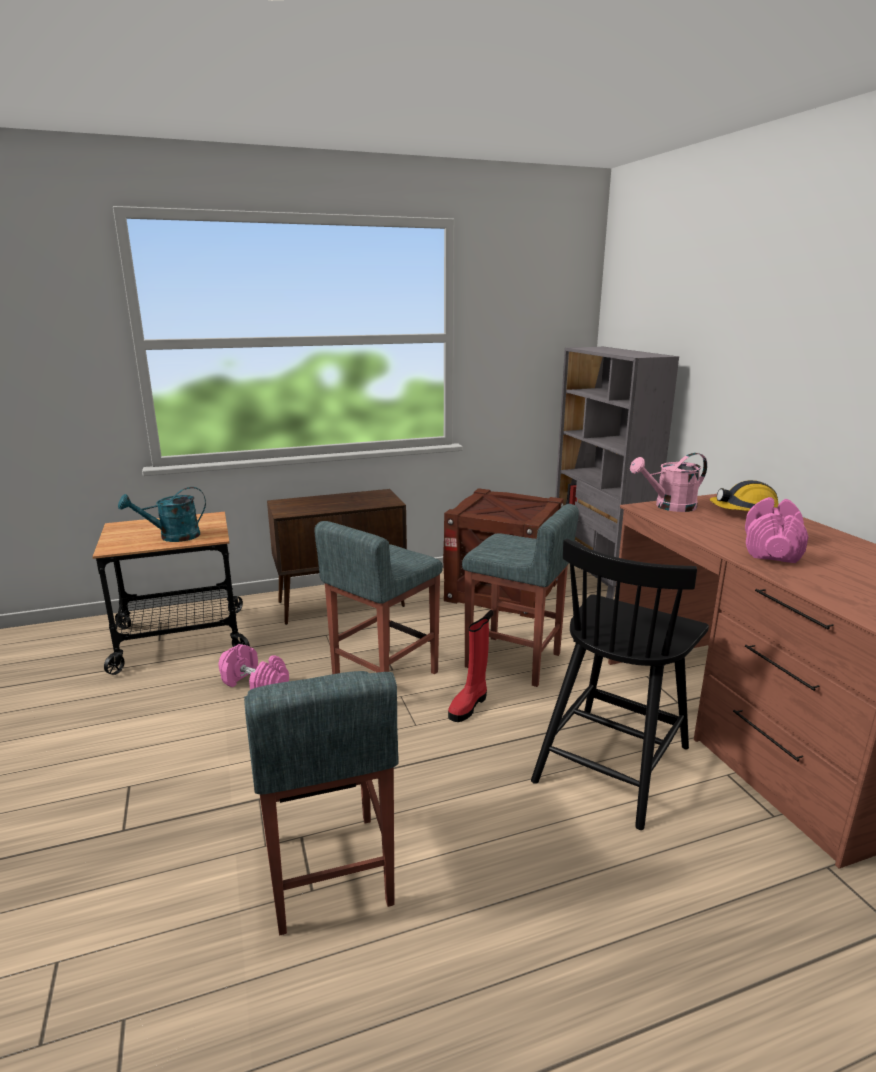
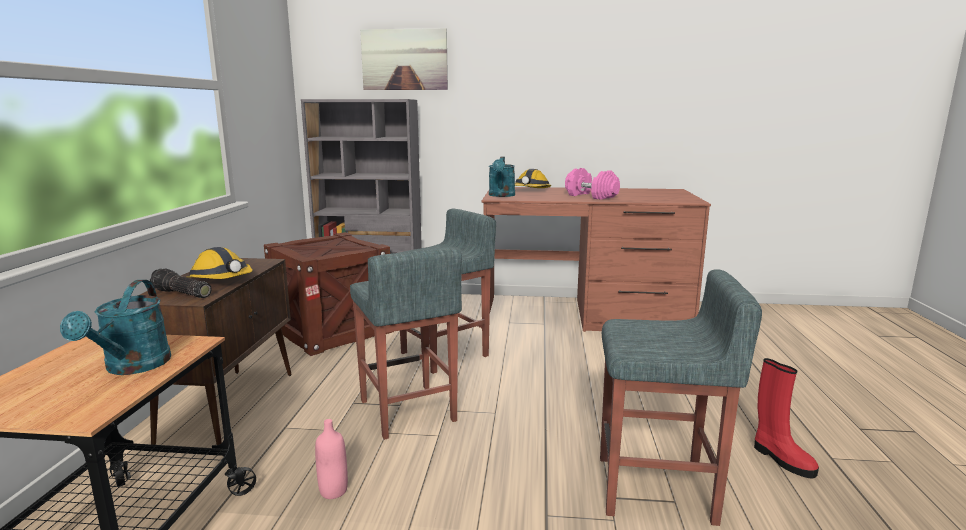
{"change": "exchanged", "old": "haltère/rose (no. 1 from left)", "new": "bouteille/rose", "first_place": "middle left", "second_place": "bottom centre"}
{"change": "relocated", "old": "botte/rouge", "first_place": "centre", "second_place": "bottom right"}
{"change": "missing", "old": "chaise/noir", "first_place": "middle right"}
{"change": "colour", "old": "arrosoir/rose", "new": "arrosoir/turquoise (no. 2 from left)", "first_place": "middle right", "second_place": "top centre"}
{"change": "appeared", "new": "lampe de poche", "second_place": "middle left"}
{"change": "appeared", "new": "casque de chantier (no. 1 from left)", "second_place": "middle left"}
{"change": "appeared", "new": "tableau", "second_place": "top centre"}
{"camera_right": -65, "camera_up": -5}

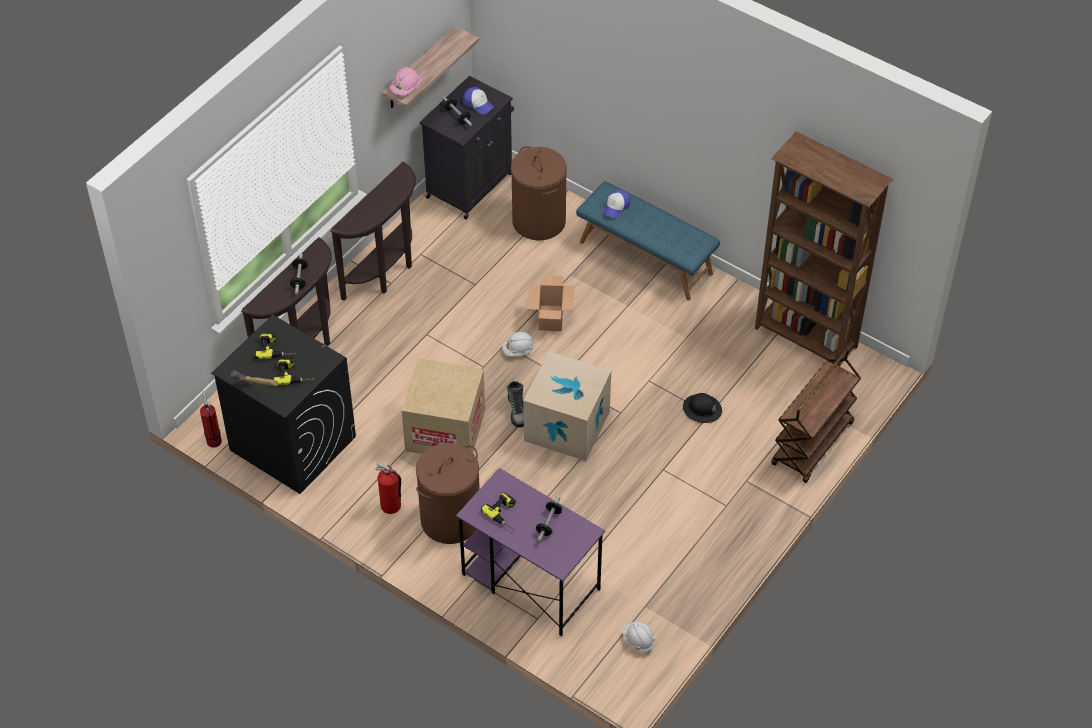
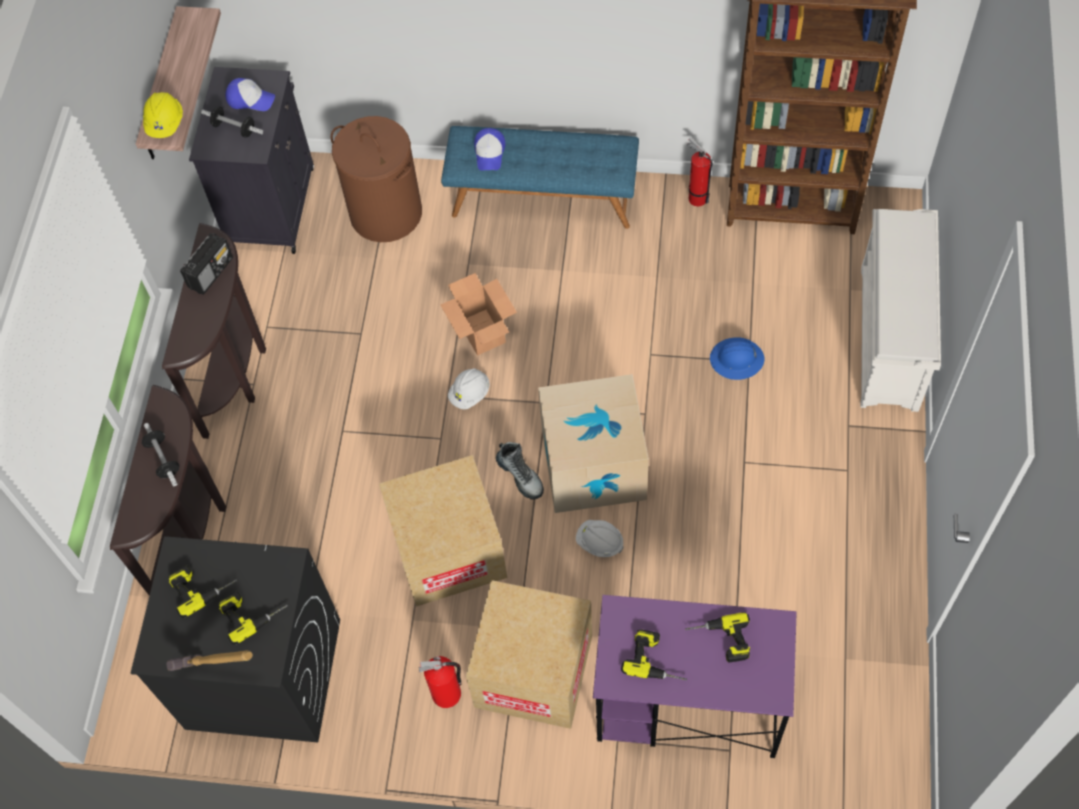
{"change": "relocated", "old": "extincteur (no. 1 from left in the first image)", "new": "extincteur (no. 2 from left)", "first_place": "middle left", "second_place": "top centre"}
{"change": "colour", "old": "casque de chantier/rose", "new": "casque de chantier/jaune", "first_place": "top centre", "second_place": "top left"}
{"change": "exchanged", "old": "panier à linge/marron (no. 1 from left)", "new": "carton (no. 3 from left)", "first_place": "bottom centre", "second_place": "bottom centre"}
{"change": "exchanged", "old": "haltère (no. 3 from left)", "new": "perceuse (no. 4 from left)", "first_place": "bottom centre", "second_place": "bottom centre"}
{"change": "relocated", "old": "casque de chantier/blanc (no. 2 from left)", "first_place": "bottom centre", "second_place": "centre"}
{"change": "colour", "old": "casque de chantier/noir", "new": "casque de chantier/bleu", "first_place": "centre", "second_place": "middle right"}
{"change": "exchanged", "old": "chariot/marron", "new": "étagère à chaussures/blanc", "first_place": "middle right", "second_place": "middle right"}
{"change": "appeared", "new": "radio", "second_place": "top left"}
{"camera_right": -25, "camera_up": 10}

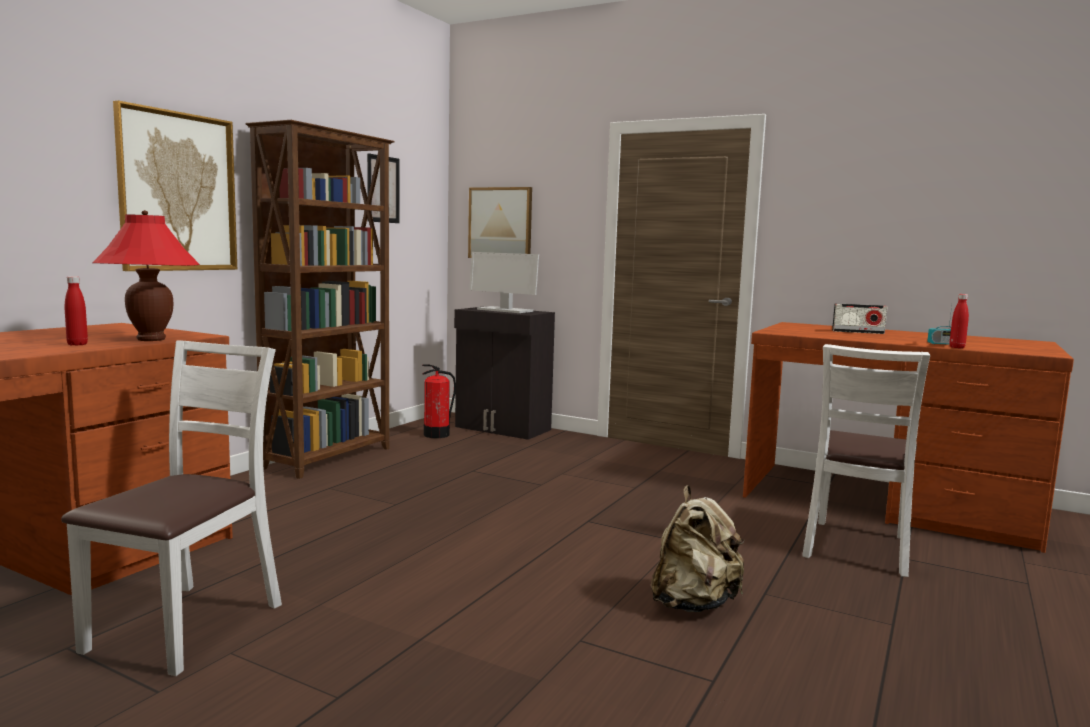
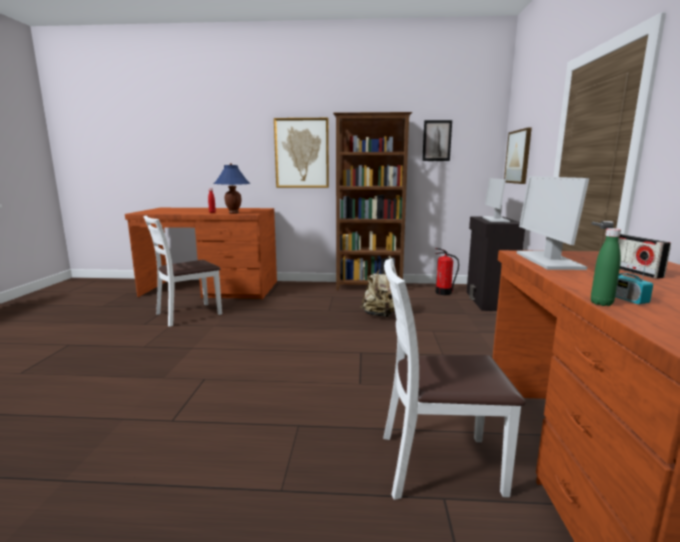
{"change": "spun", "old": "chaise/blanc (no. 1 from left)", "first_place": "bottom left", "second_place": "middle left", "degrees": 150}
{"change": "colour", "old": "lampe de table/rouge", "new": "lampe de table/bleu", "first_place": "middle left", "second_place": "centre"}
{"change": "relocated", "old": "sac à dos/beige", "first_place": "bottom centre", "second_place": "centre"}
{"change": "colour", "old": "bouteille/rouge (no. 2 from left)", "new": "bouteille/vert", "first_place": "middle right", "second_place": "middle right"}
{"change": "appeared", "new": "écran d'ordinateur (no. 2 from left)", "second_place": "middle right"}
{"camera_right": 65, "camera_up": 5}

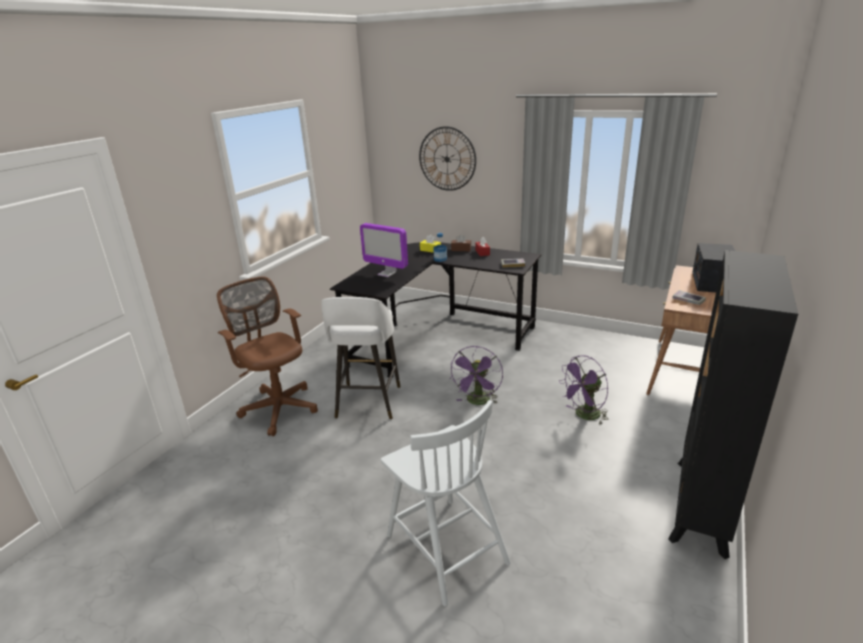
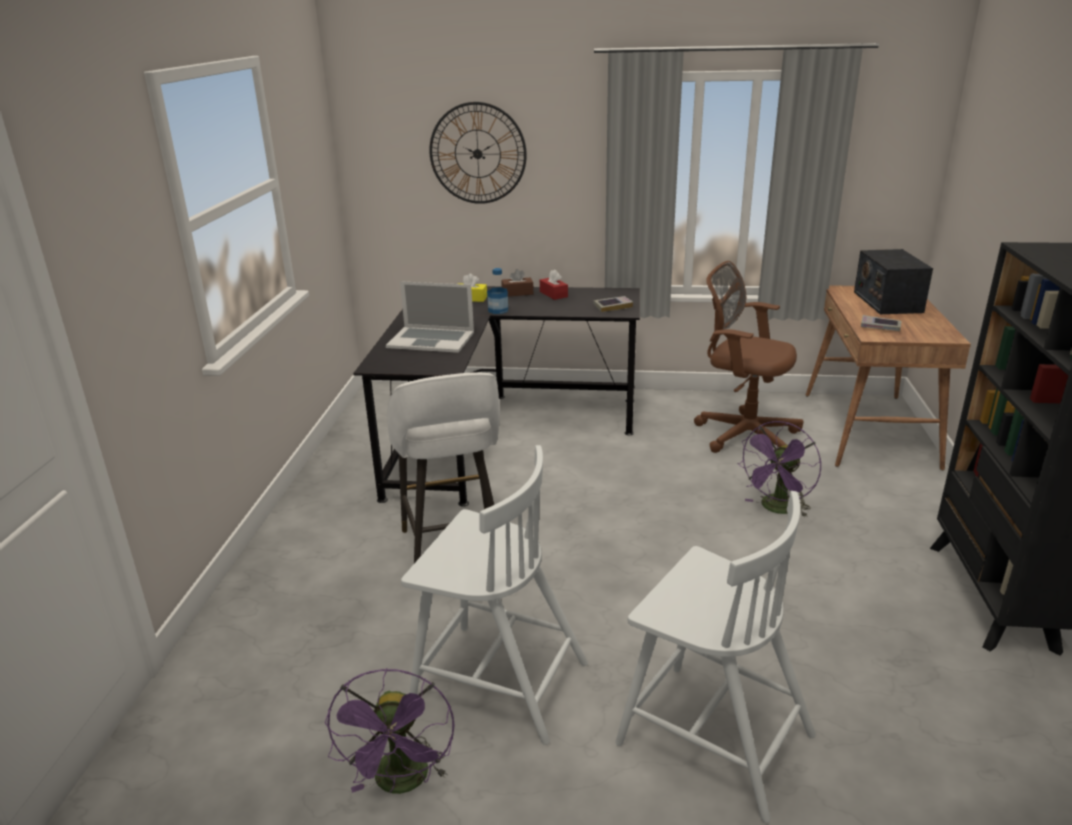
{"change": "relocated", "old": "chaise de bureau/marron", "first_place": "middle left", "second_place": "middle right"}
{"change": "exchanged", "old": "écran d'ordinateur", "new": "ordinateur portable", "first_place": "centre", "second_place": "centre"}
{"change": "relocated", "old": "ventilateur/violet (no. 1 from left)", "first_place": "centre", "second_place": "bottom centre"}
{"change": "appeared", "new": "chaise/blanc (no. 1 from left)", "second_place": "bottom centre"}
{"camera_right": -20, "camera_up": 0}

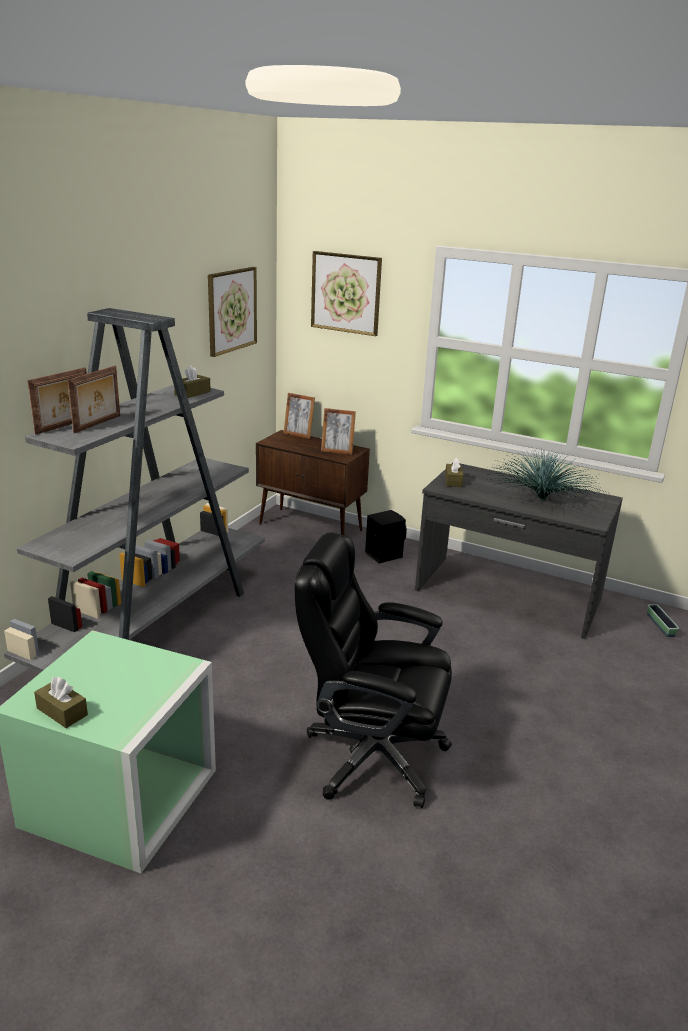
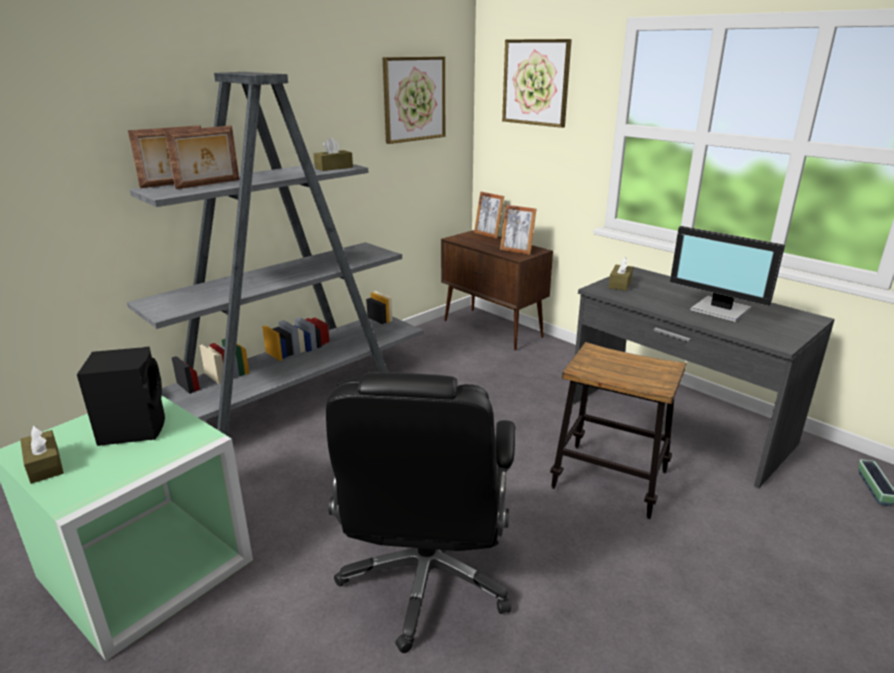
{"change": "spun", "old": "chaise de bureau/noir", "first_place": "centre", "second_place": "bottom centre", "degrees": -120}
{"change": "relocated", "old": "enceinte/noir", "first_place": "centre", "second_place": "middle left"}
{"change": "exchanged", "old": "plante en pot", "new": "écran d'ordinateur", "first_place": "middle right", "second_place": "middle right"}
{"change": "appeared", "new": "tabouret", "second_place": "middle right"}
{"camera_right": 20, "camera_up": 0}

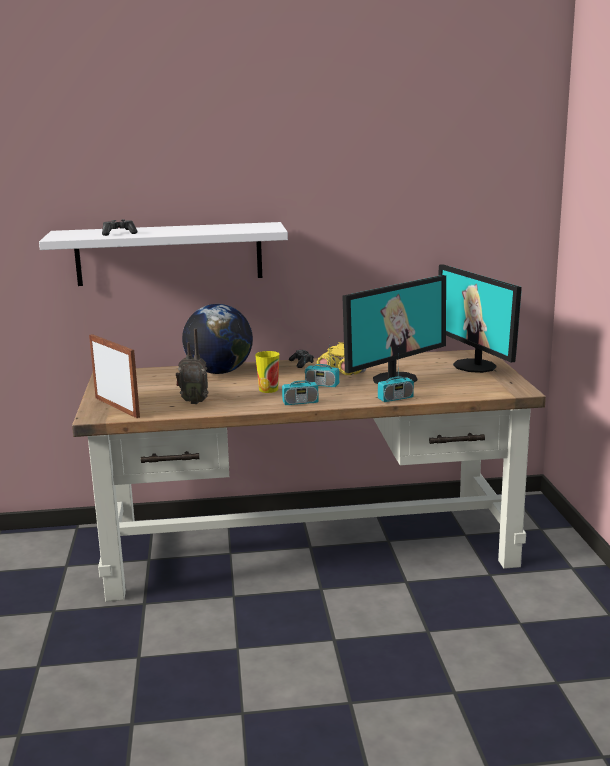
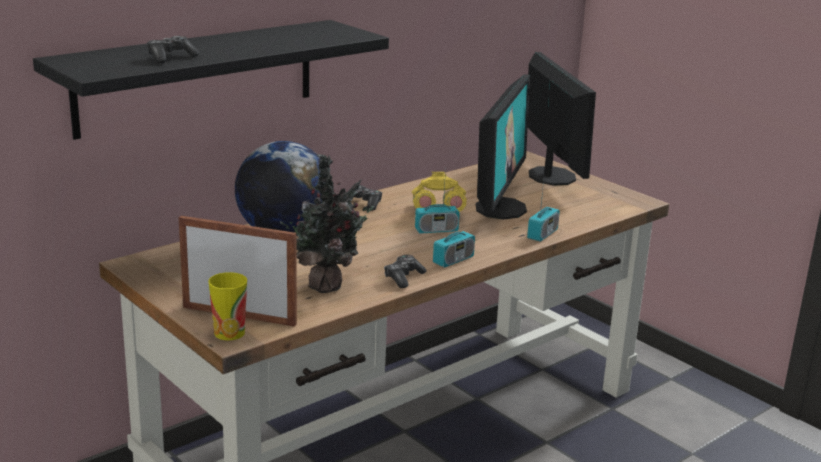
{"change": "colour", "old": "étagère/blanc", "new": "étagère/noir", "first_place": "top left", "second_place": "top left"}
{"change": "exchanged", "old": "radio (no. 1 from left)", "new": "plante en pot", "first_place": "middle left", "second_place": "centre"}
{"change": "relocated", "old": "tasse", "first_place": "centre", "second_place": "middle left"}
{"change": "spun", "old": "écran d'ordinateur (no. 2 from left)", "first_place": "middle right", "second_place": "top right", "degrees": -135}
{"change": "appeared", "new": "manette (no. 3 from left)", "second_place": "centre"}
{"camera_right": -35, "camera_up": 5}

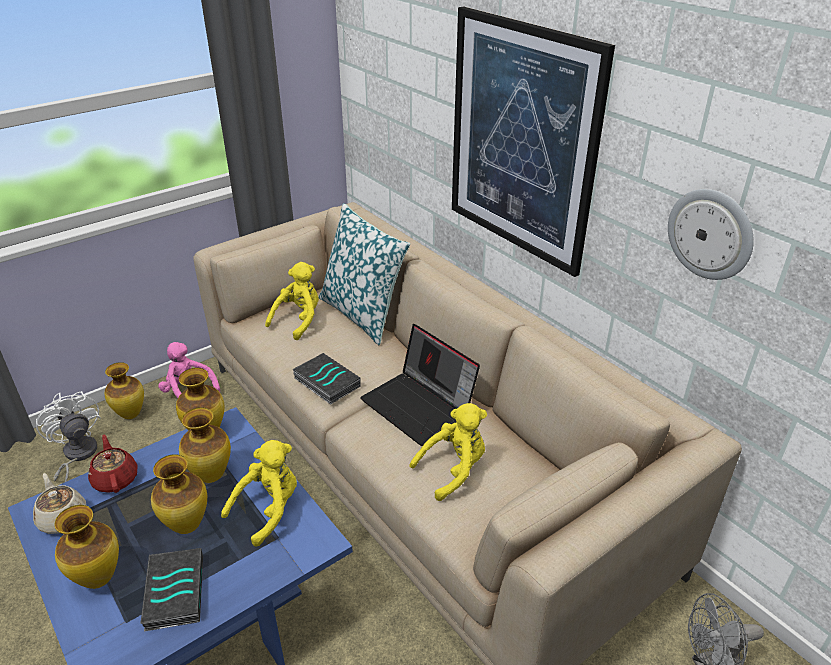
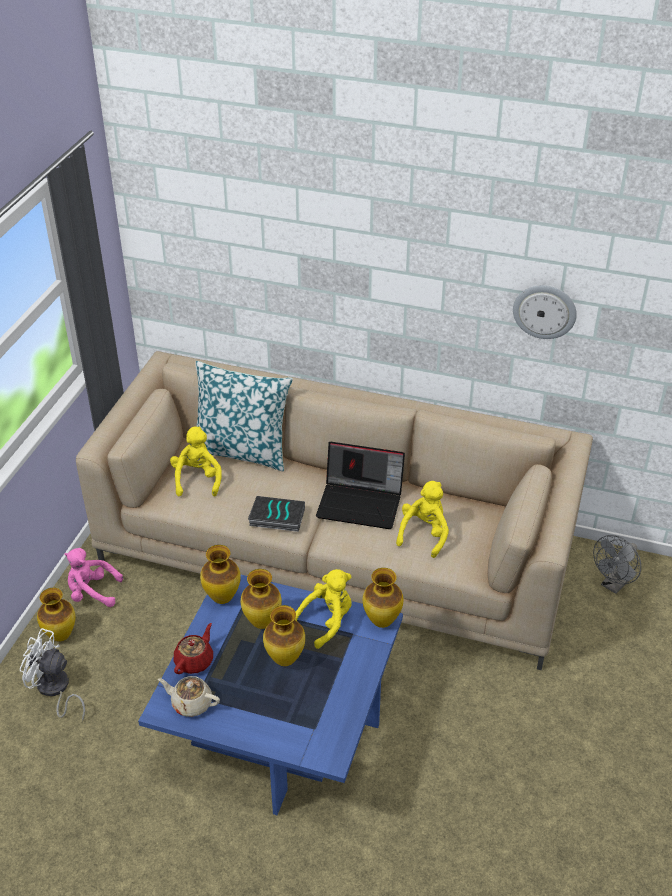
{"change": "relocated", "old": "vase (no. 1 from left in the first image)", "new": "vase (no. 5 from left)", "first_place": "bottom left", "second_place": "bottom centre"}
{"change": "spun", "old": "théière/rouge", "first_place": "bottom left", "second_place": "bottom left", "degrees": 90}
{"change": "missing", "old": "livre (no. 1 from left)", "first_place": "bottom left"}
{"change": "spun", "old": "peluche/jaune (no. 1 from left in the first image)", "first_place": "bottom left", "second_place": "bottom centre", "degrees": 45}
{"change": "missing", "old": "tableau", "first_place": "top centre"}
{"camera_right": -35, "camera_up": 5}

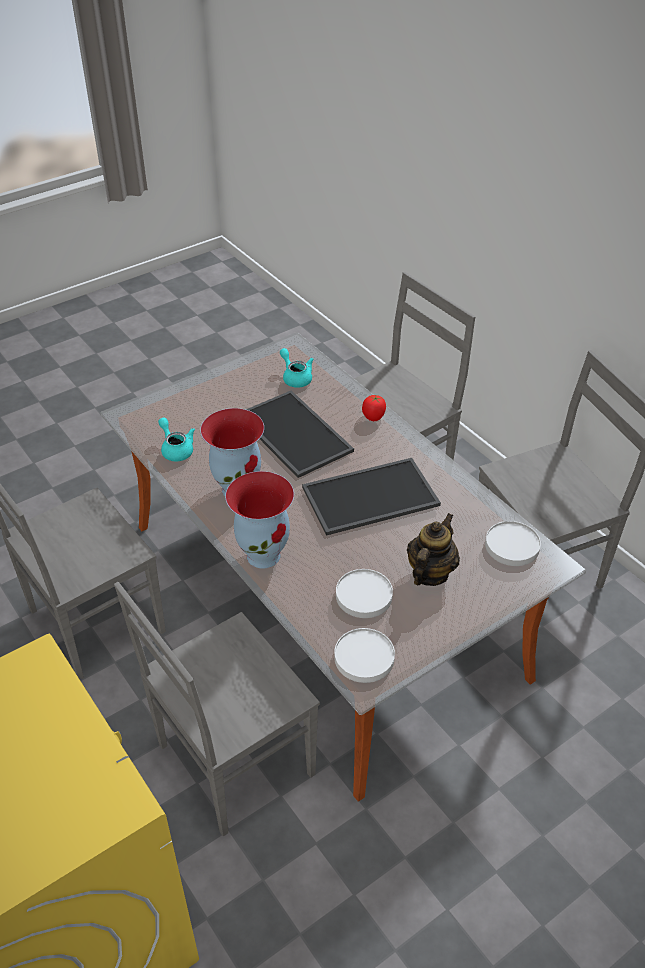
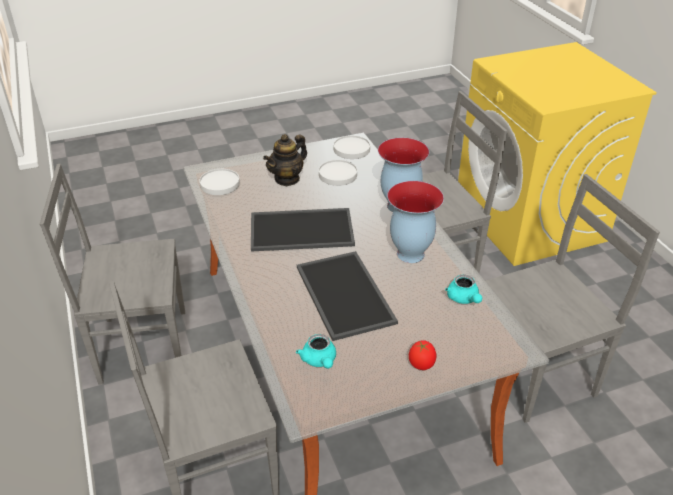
{"change": "relocated", "old": "tomate", "first_place": "centre", "second_place": "bottom centre"}
{"camera_right": -165, "camera_up": -5}

